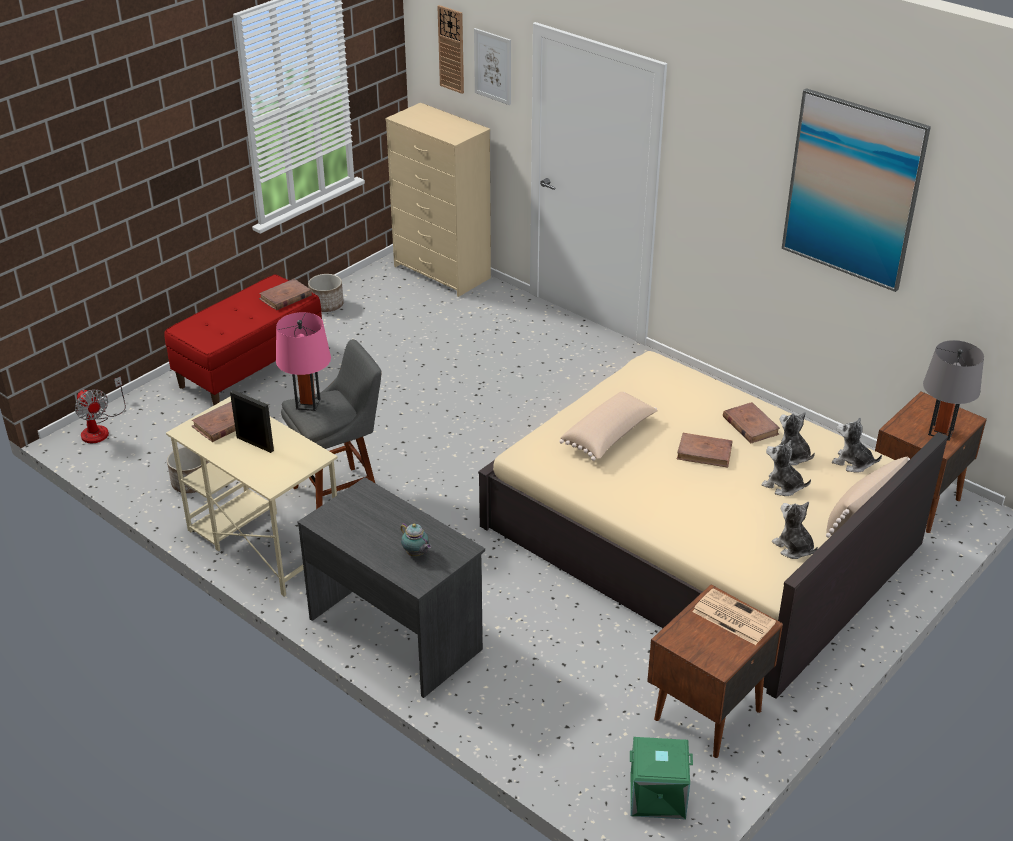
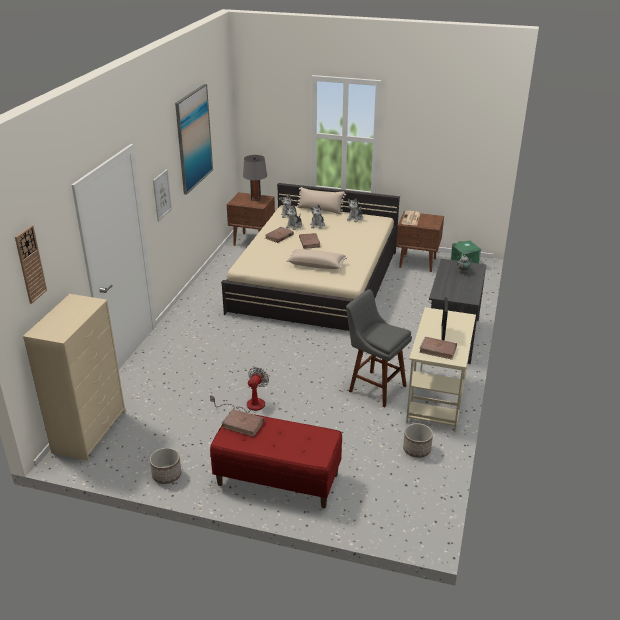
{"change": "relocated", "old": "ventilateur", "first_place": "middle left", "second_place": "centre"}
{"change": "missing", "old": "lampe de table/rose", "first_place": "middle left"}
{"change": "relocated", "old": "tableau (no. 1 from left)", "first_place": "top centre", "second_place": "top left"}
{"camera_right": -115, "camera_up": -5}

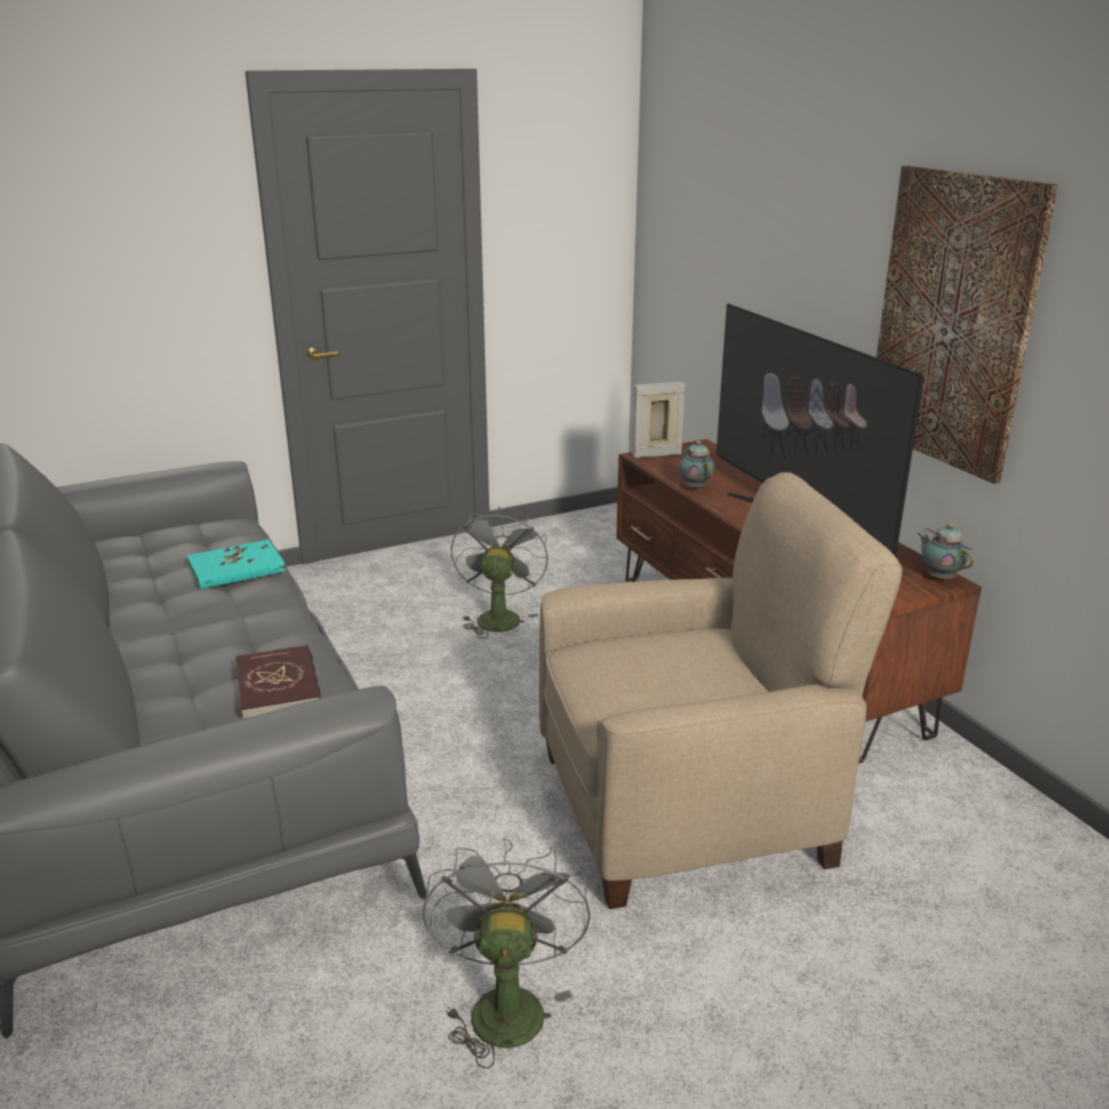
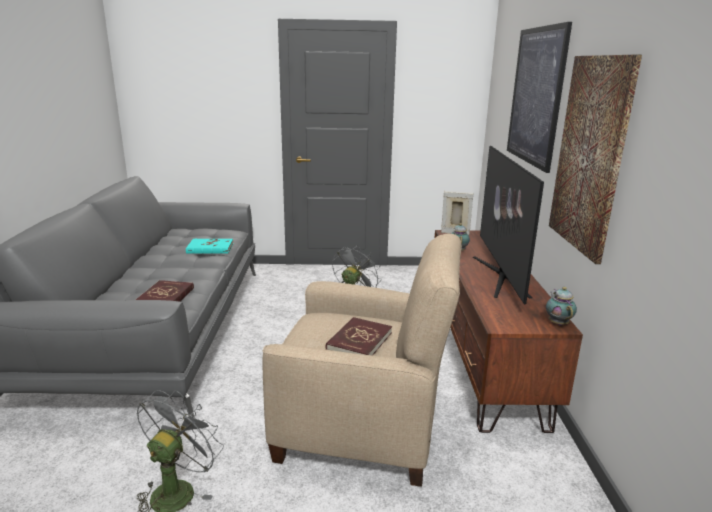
{"change": "appeared", "new": "livre/rouge (no. 2 from left)", "second_place": "centre"}
{"change": "appeared", "new": "tableau (no. 1 from left)", "second_place": "top right"}
{"camera_right": 25, "camera_up": -5}

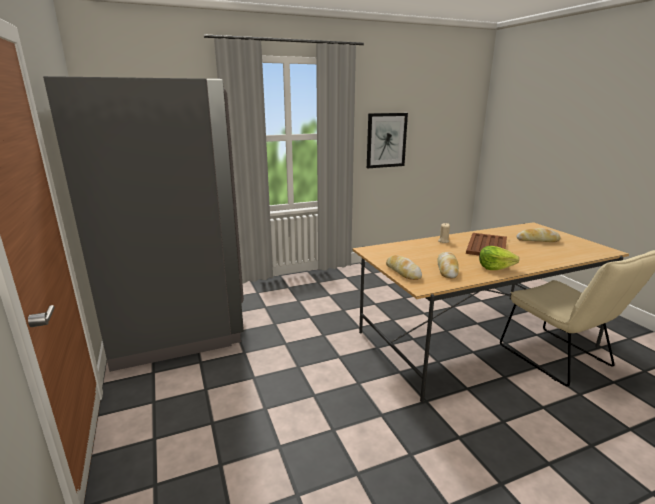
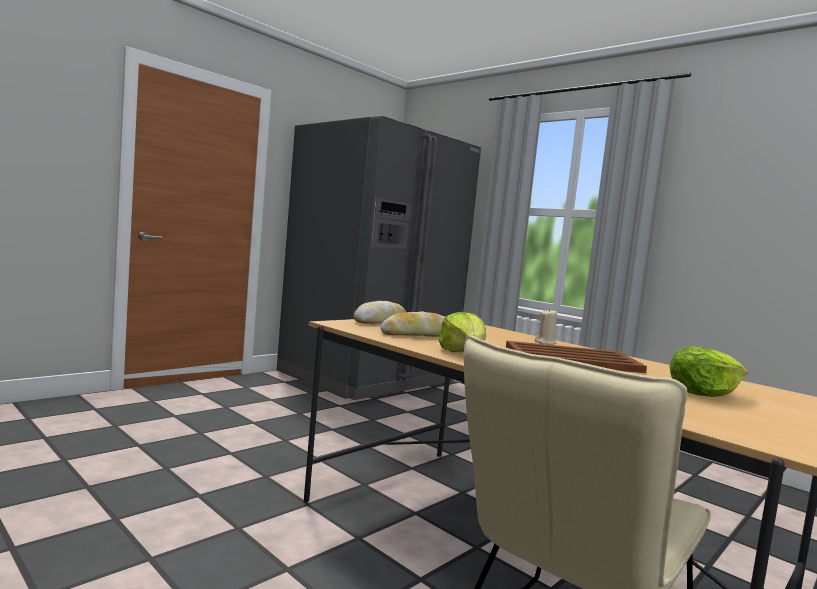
{"change": "missing", "old": "tableau", "first_place": "top centre"}
{"change": "exchanged", "old": "pain (no. 3 from left)", "new": "laitue (no. 2 from left)", "first_place": "middle right", "second_place": "middle right"}
{"camera_right": 65, "camera_up": -15}

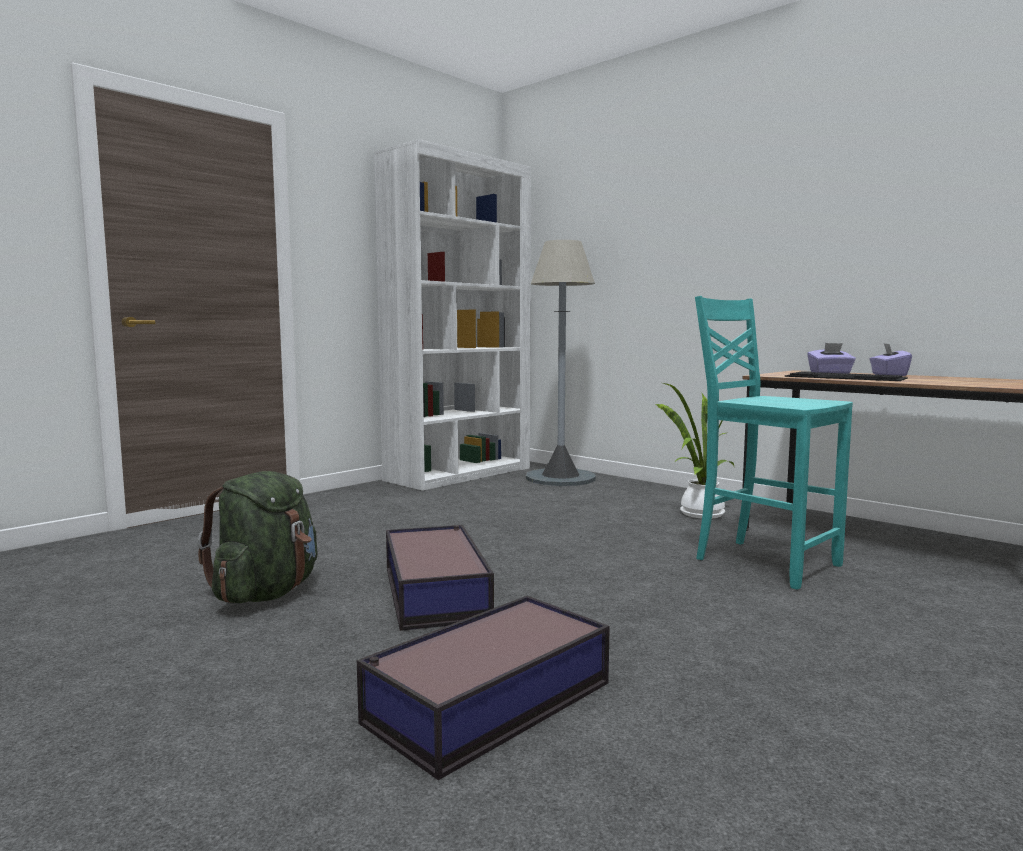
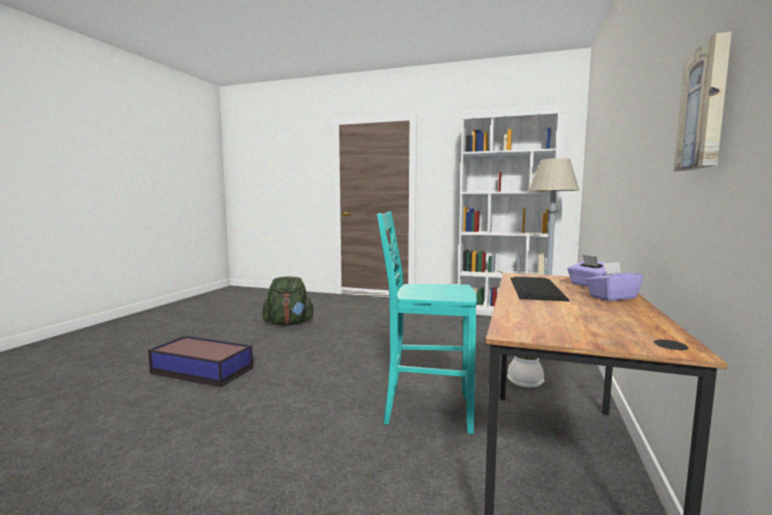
{"change": "missing", "old": "boîte de rangement (no. 1 from left)", "first_place": "bottom centre"}
{"change": "spun", "old": "chaise/turquoise", "first_place": "middle right", "second_place": "centre", "degrees": -105}
{"change": "appeared", "new": "tableau", "second_place": "top right"}
{"camera_right": 65, "camera_up": 0}

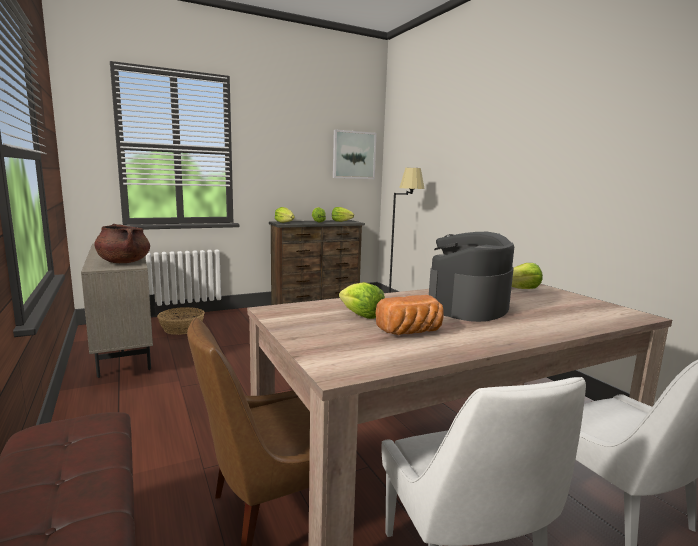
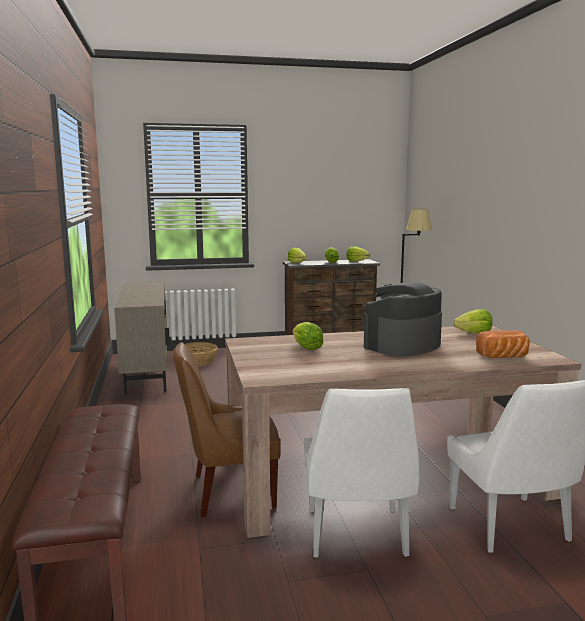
{"change": "missing", "old": "marmite/marron", "first_place": "middle left"}
{"change": "missing", "old": "tableau", "first_place": "top centre"}
{"change": "relocated", "old": "pain", "first_place": "centre", "second_place": "middle right"}
{"camera_right": 15, "camera_up": 0}

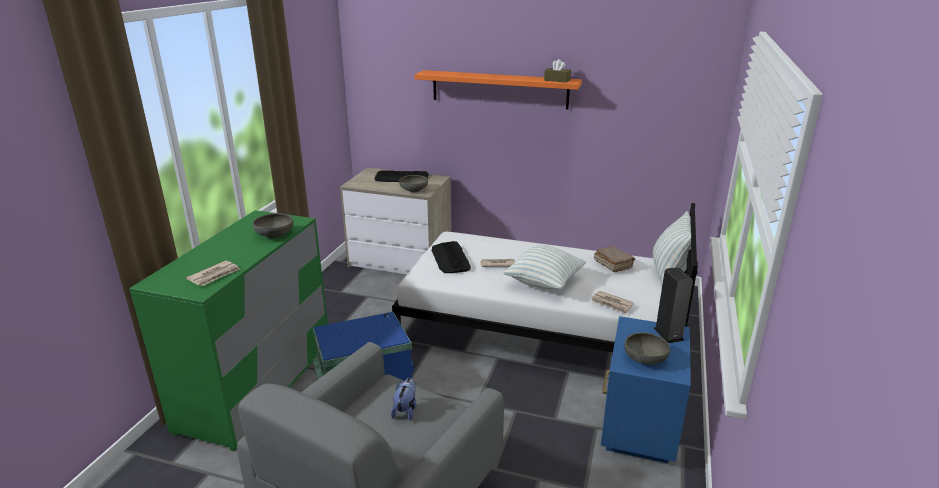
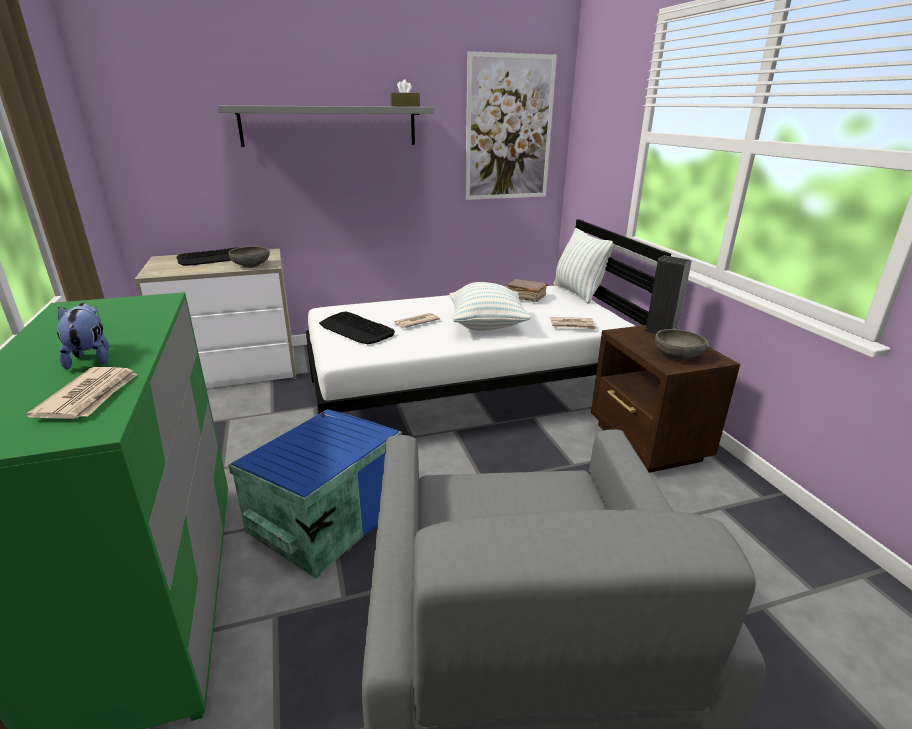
{"change": "missing", "old": "bol/gris (no. 1 from left)", "first_place": "middle left"}
{"change": "relocated", "old": "peluche", "first_place": "bottom centre", "second_place": "middle left"}
{"change": "colour", "old": "étagère/orange", "new": "étagère/gris", "first_place": "top centre", "second_place": "top centre"}
{"change": "colour", "old": "table de chevet/bleu", "new": "table de chevet/marron", "first_place": "bottom right", "second_place": "middle right"}
{"change": "appeared", "new": "tableau", "second_place": "top centre"}
{"camera_right": -35, "camera_up": 0}

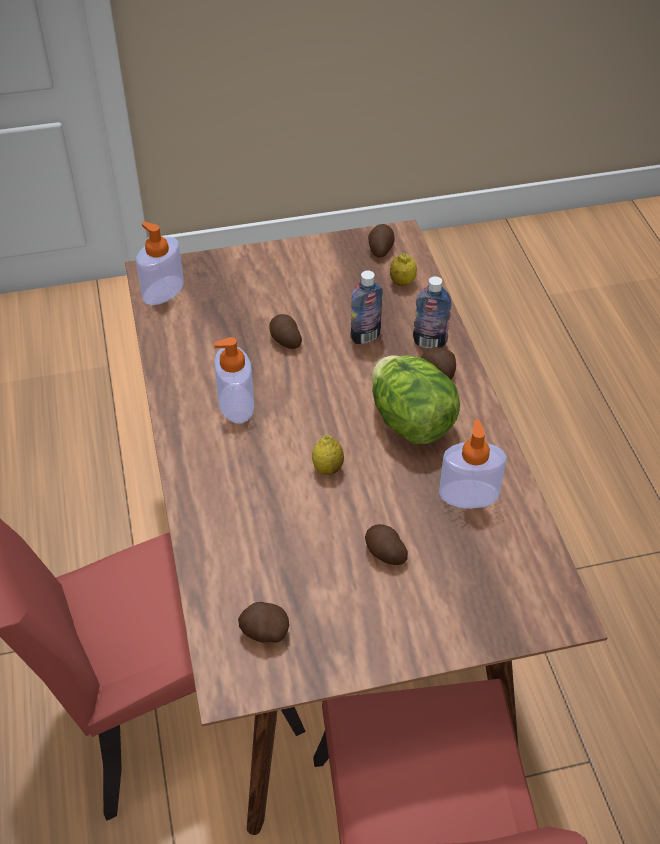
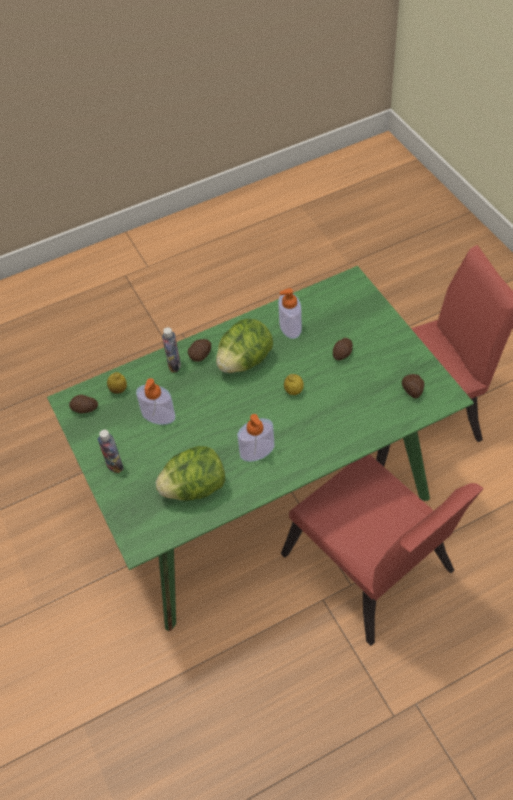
{"change": "colour", "old": "table à manger/marron", "new": "table à manger/vert", "first_place": "centre", "second_place": "centre"}
{"change": "relocated", "old": "distributeur de savon (no. 1 from left)", "first_place": "top left", "second_place": "middle left"}
{"change": "missing", "old": "pomme de terre (no. 2 from left)", "first_place": "centre"}
{"change": "relocated", "old": "bouteille (no. 1 from left)", "first_place": "centre", "second_place": "middle left"}
{"change": "appeared", "new": "laitue (no. 1 from left)", "second_place": "centre"}
{"camera_right": -100, "camera_up": 5}

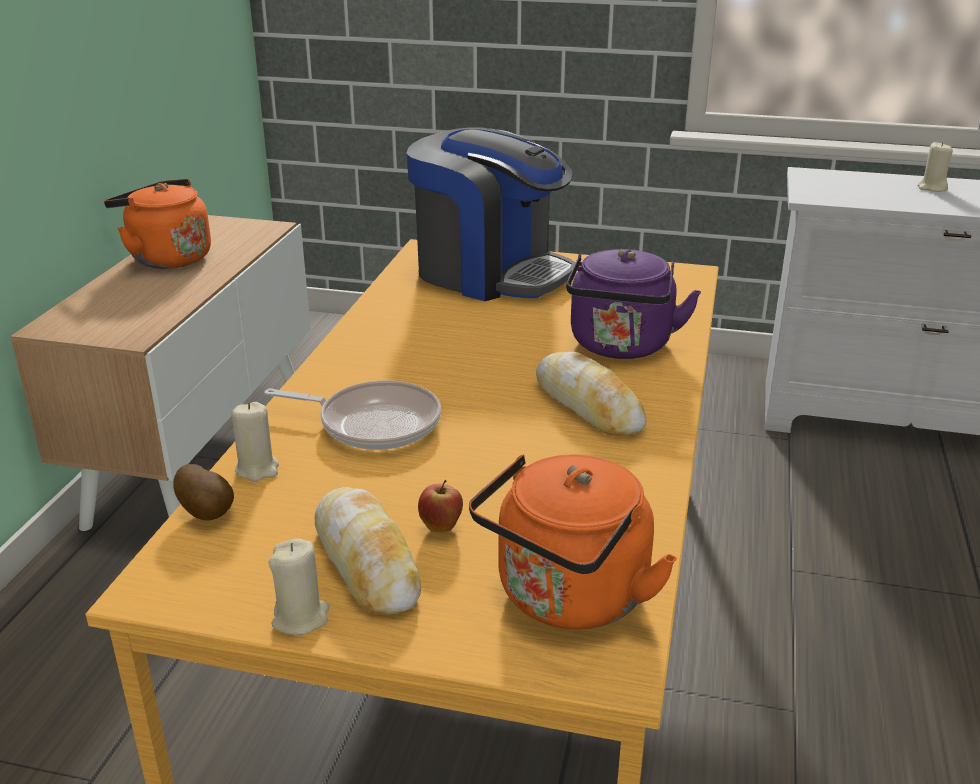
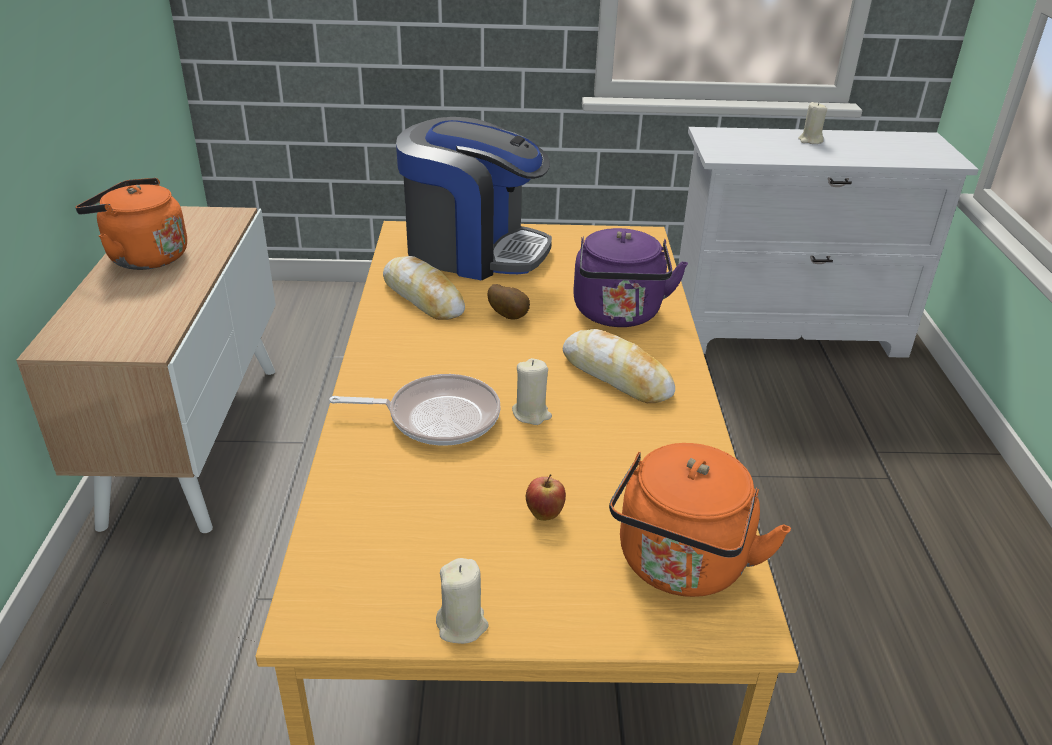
{"change": "relocated", "old": "pomme de terre", "first_place": "middle left", "second_place": "centre"}
{"change": "relocated", "old": "bougie/beige (no. 1 from left in the first image)", "new": "bougie/beige (no. 2 from left)", "first_place": "middle left", "second_place": "centre"}
{"change": "relocated", "old": "pain (no. 1 from left)", "first_place": "bottom centre", "second_place": "centre"}
{"camera_right": -15, "camera_up": 5}

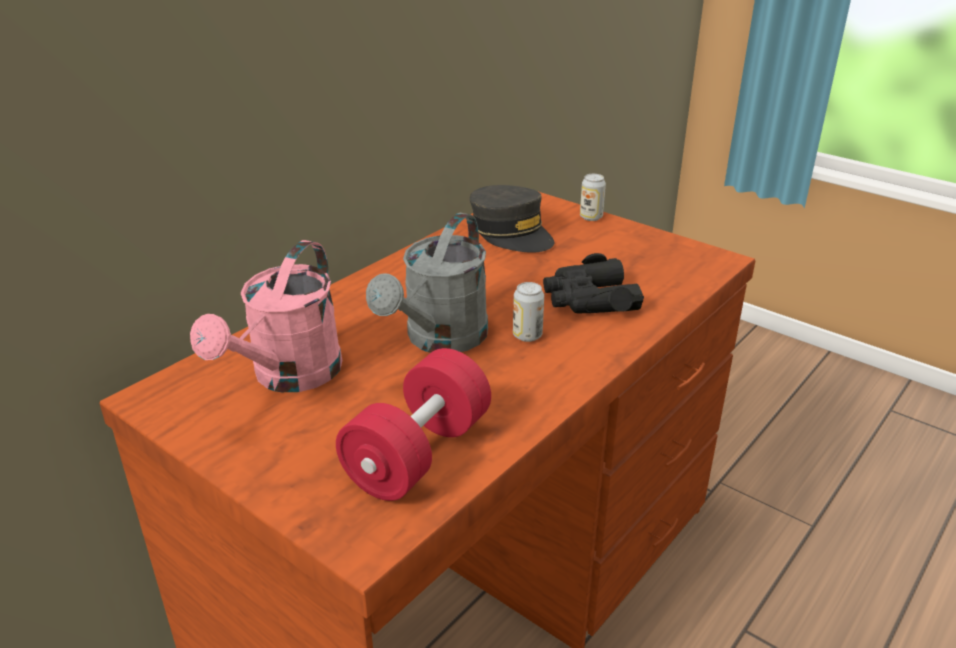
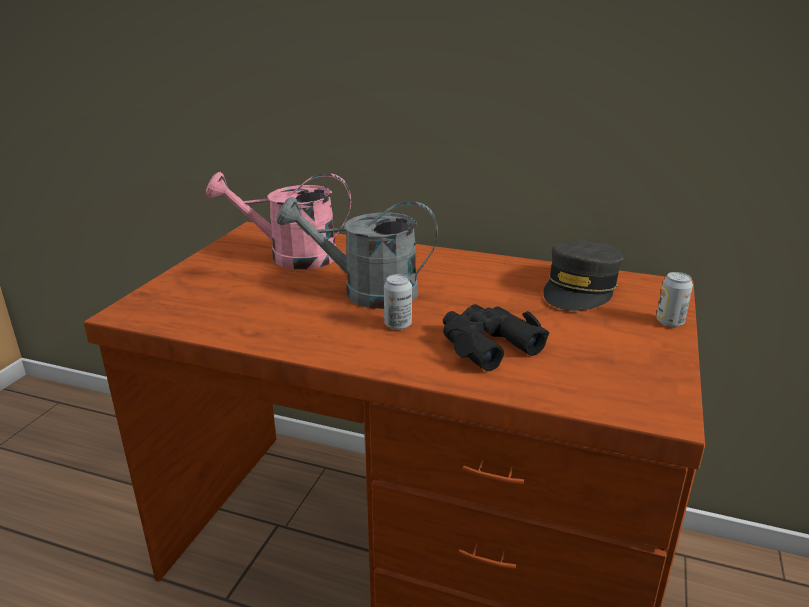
{"change": "missing", "old": "haltère/rouge", "first_place": "centre"}
{"camera_right": 70, "camera_up": -5}

